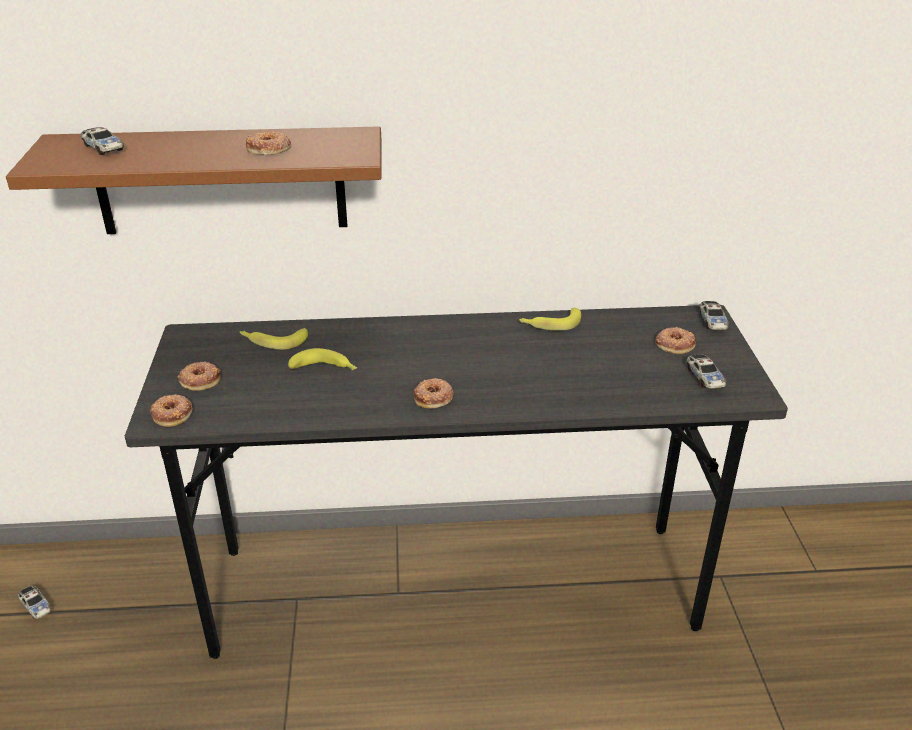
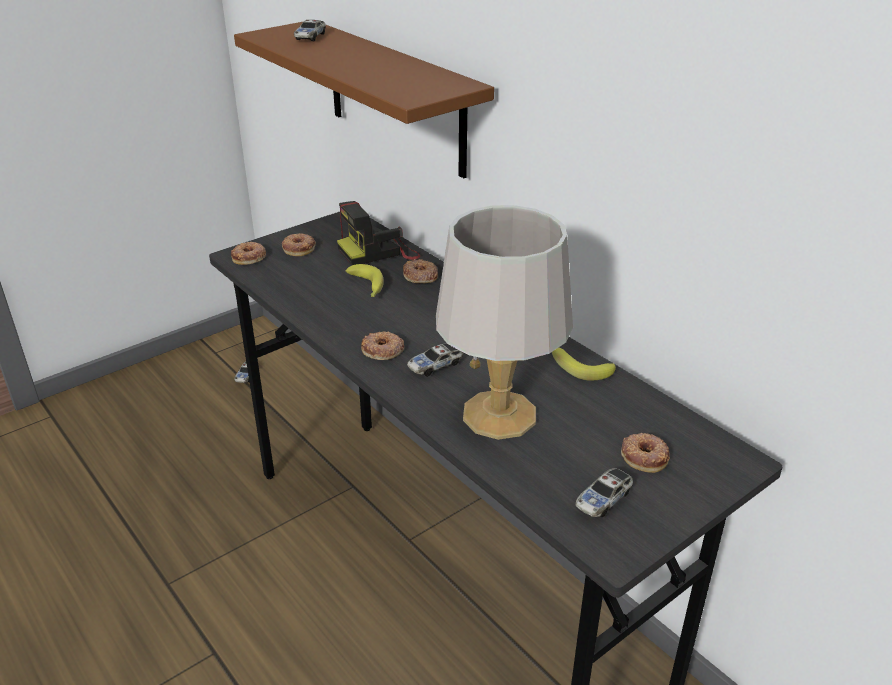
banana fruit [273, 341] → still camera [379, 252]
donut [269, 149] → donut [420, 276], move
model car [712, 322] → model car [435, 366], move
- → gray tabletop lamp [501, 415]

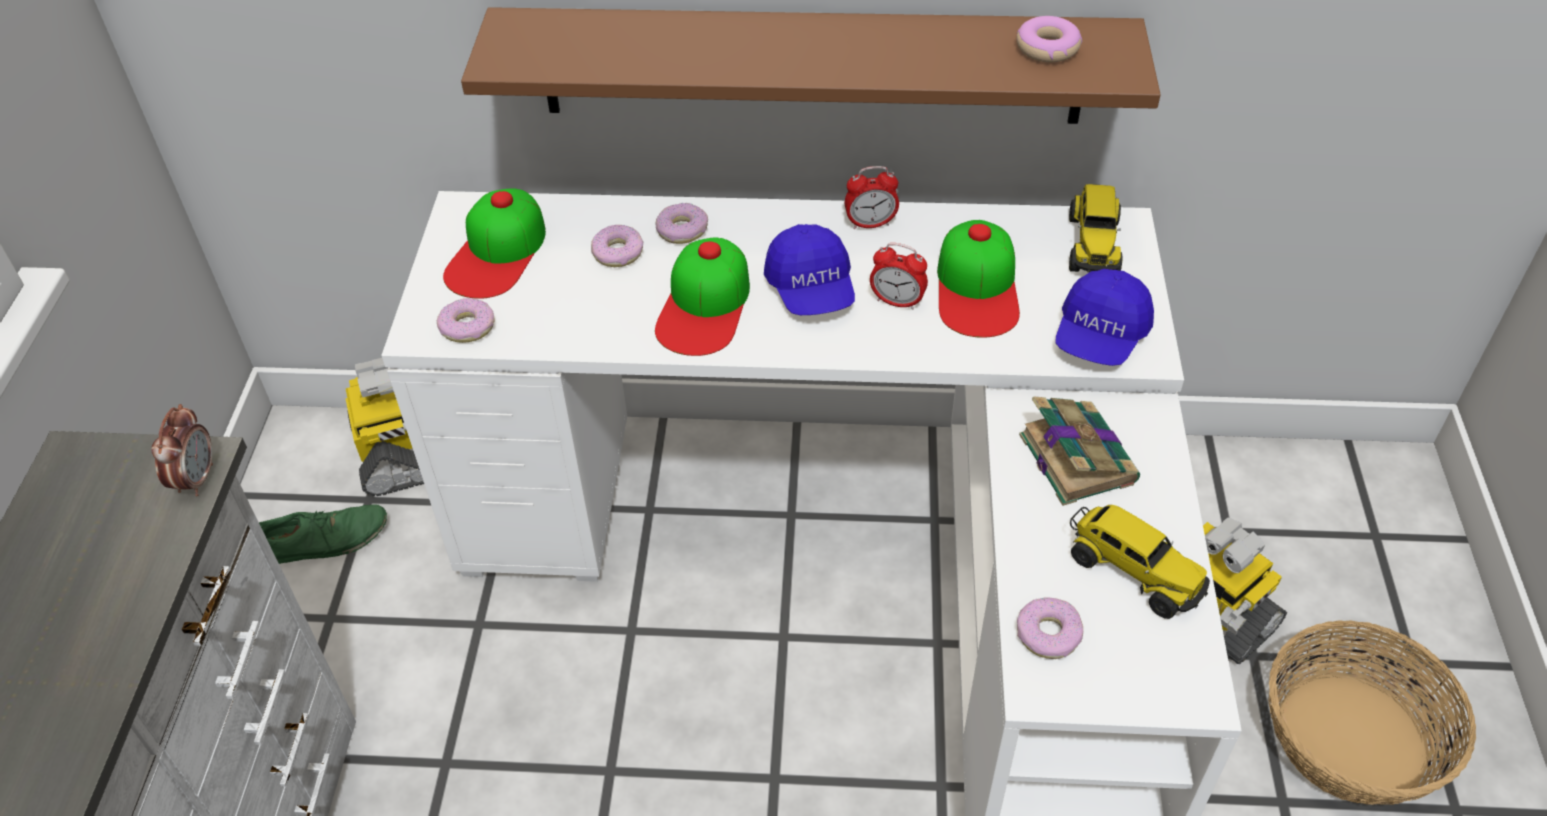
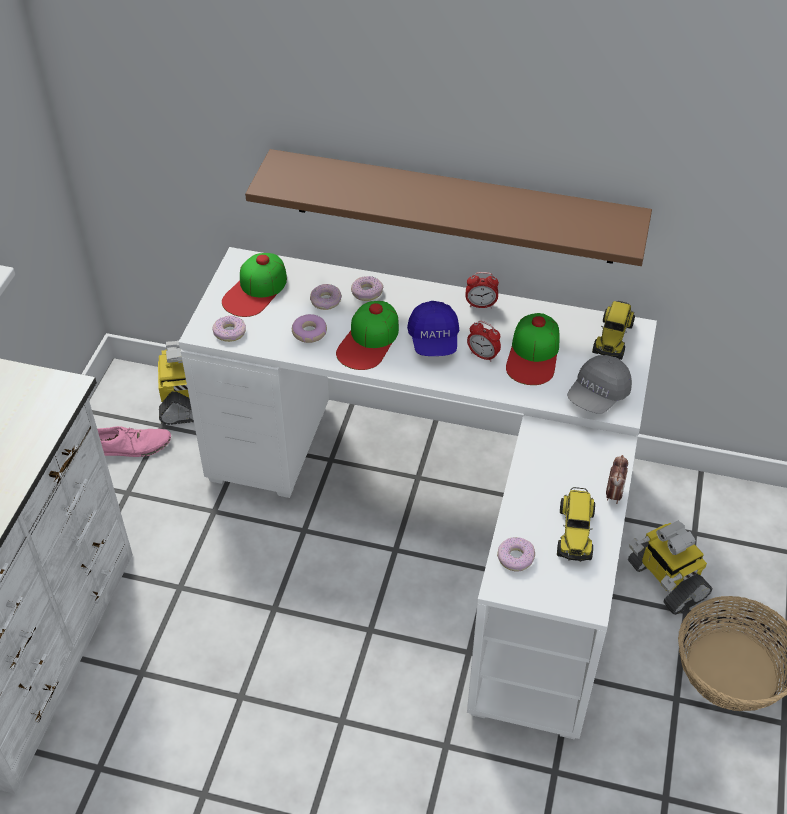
alarm clock [196, 479] → alarm clock [613, 494], move
green item of footwear [324, 540] → pinkish item of footwear [131, 446]
donut [1047, 48] → donut [309, 332], move
book [1075, 456] → -
blue baseball cap [1100, 336] → gray baseball cap [597, 395]
model truck [1132, 571] → model truck [575, 532], 45 degrees clockwise

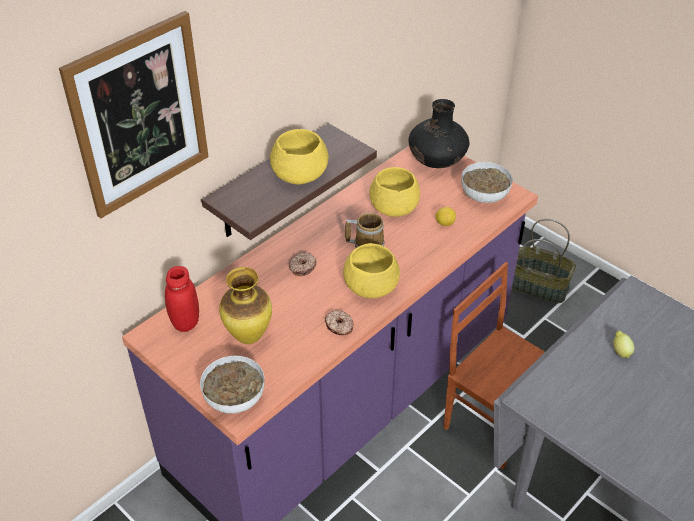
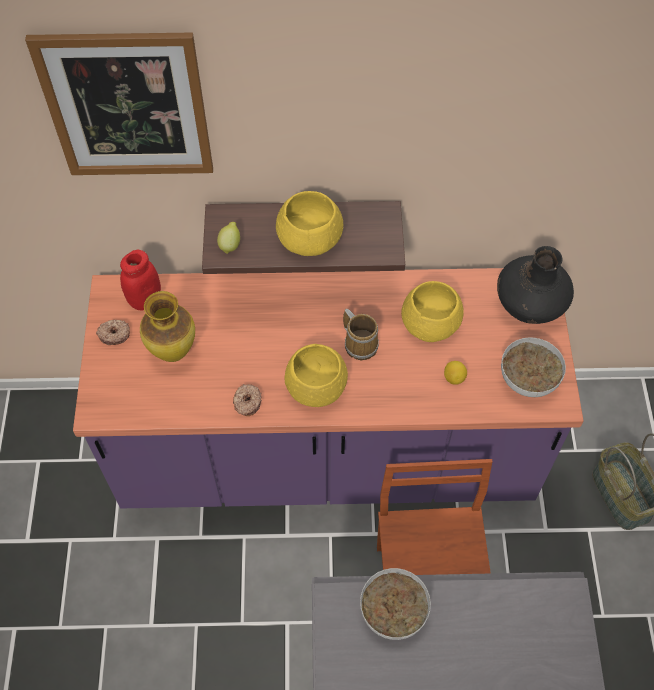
deep dish [235, 399] → deep dish [393, 612], move
donut [302, 267] → donut [114, 334], move
lemon [620, 351] → lemon [230, 245], move

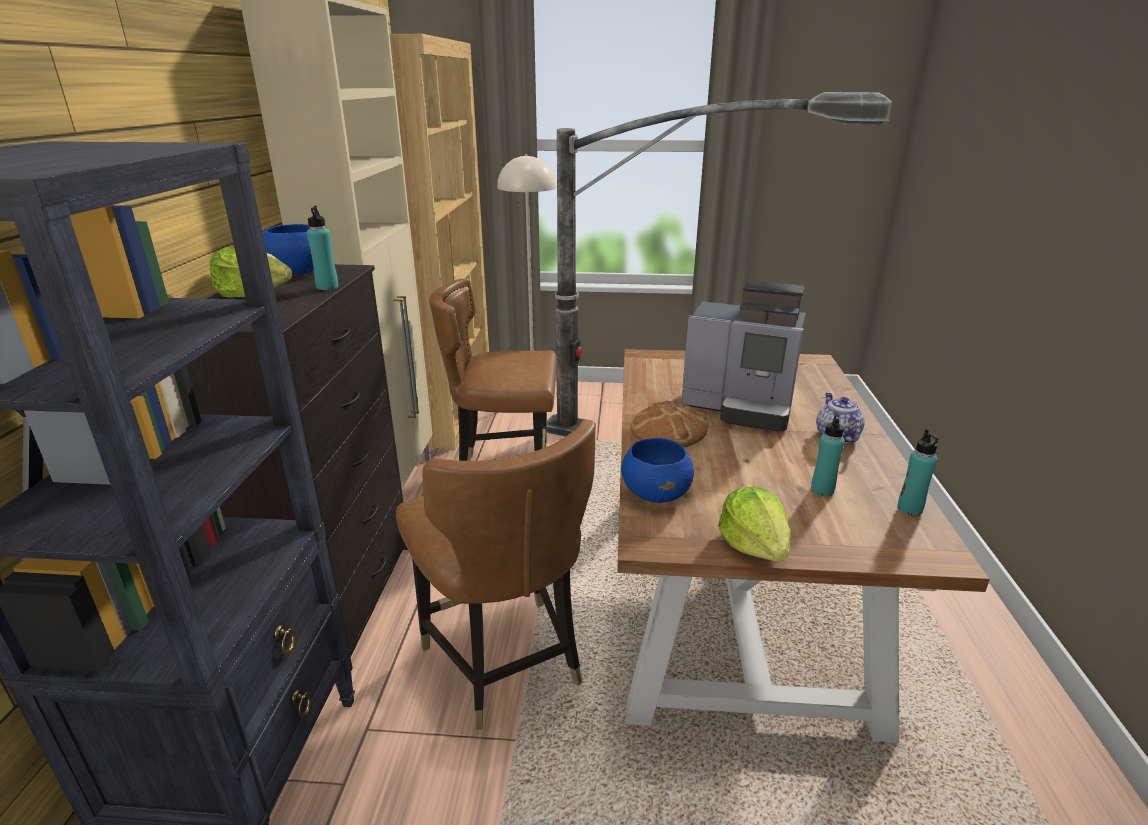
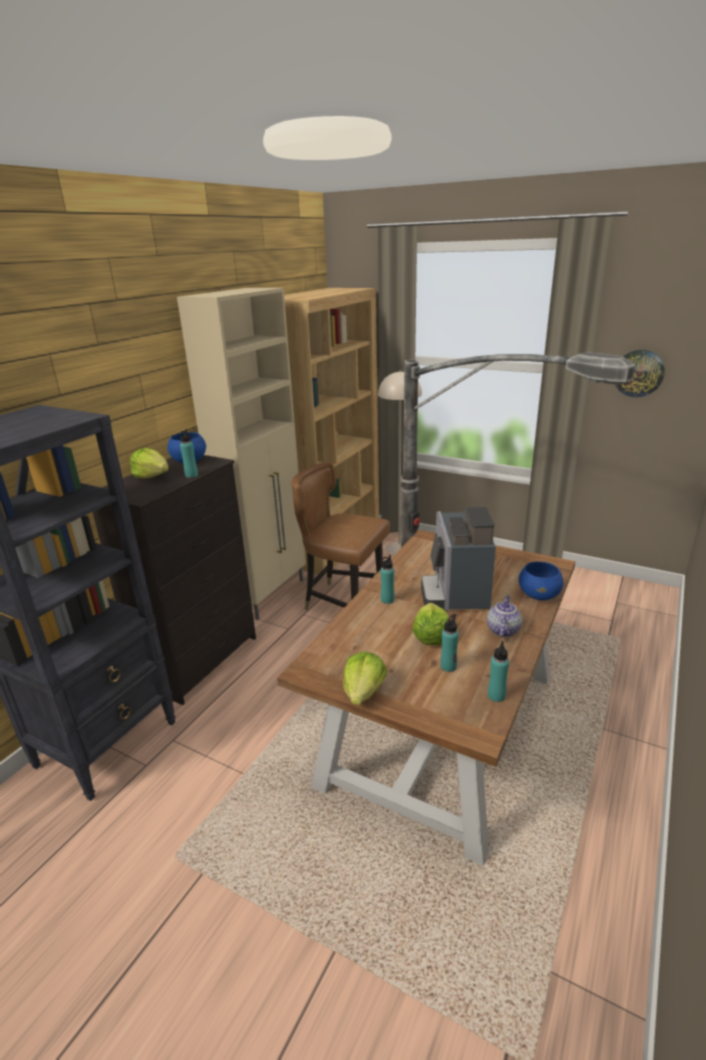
brown-coloured chair [504, 661] → -
blue deep dish [656, 494] → blue deep dish [539, 595], move
bread [668, 431] → turquoise-coloured beverage bottle [387, 600]
coffee machine [741, 407] → coffee machine [455, 592], 45 degrees clockwise
- → lettuce [430, 636]
- → wall clock [638, 373]

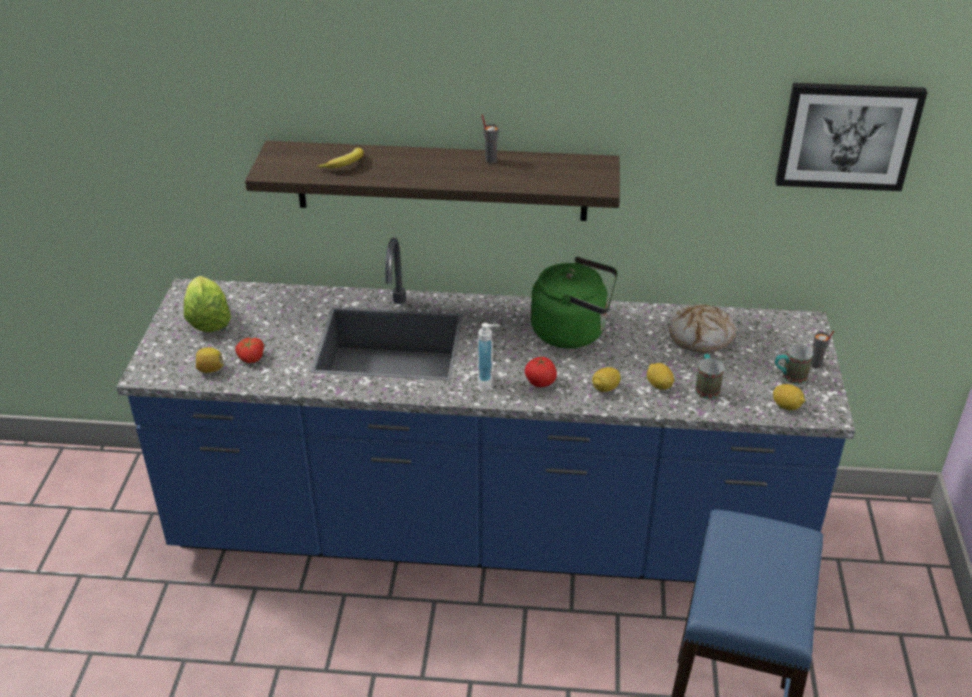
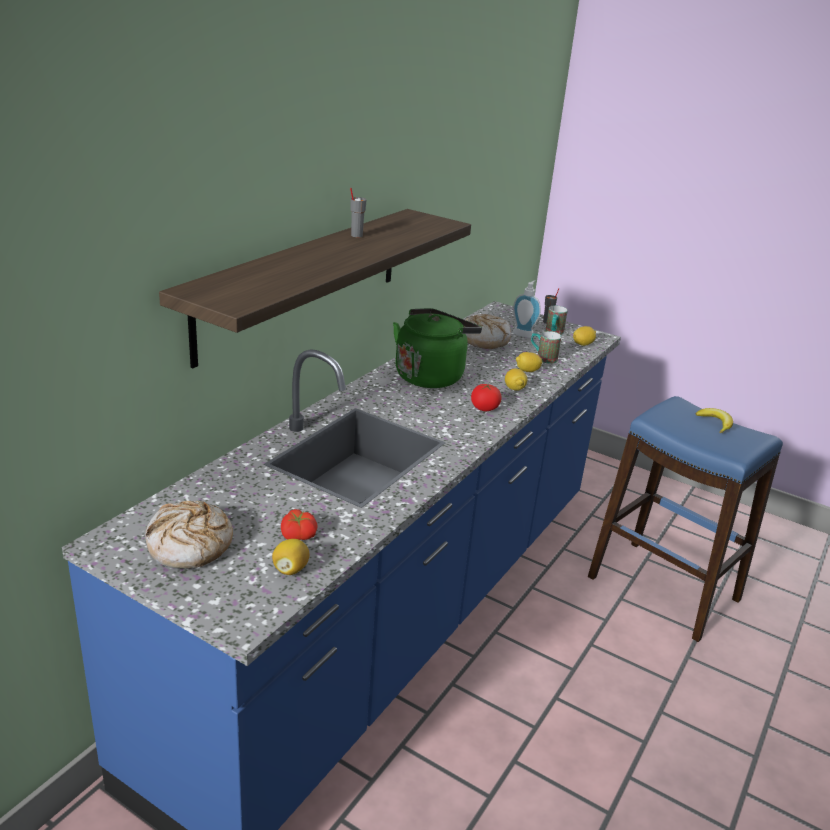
lettuce [208, 320] → bread [189, 545]
banana fruit [345, 164] → banana fruit [715, 423], move
soap dispenser [488, 381] → soap dispenser [524, 334], move
wall picture [847, 135] → -

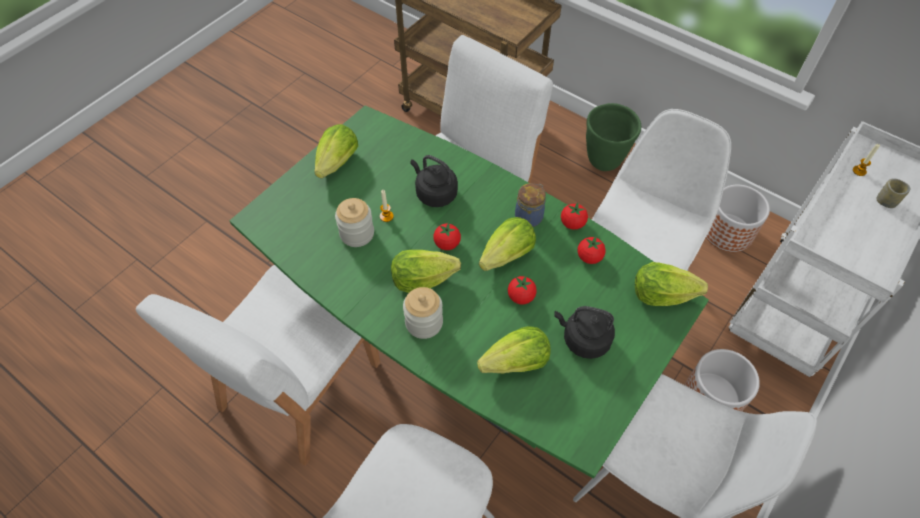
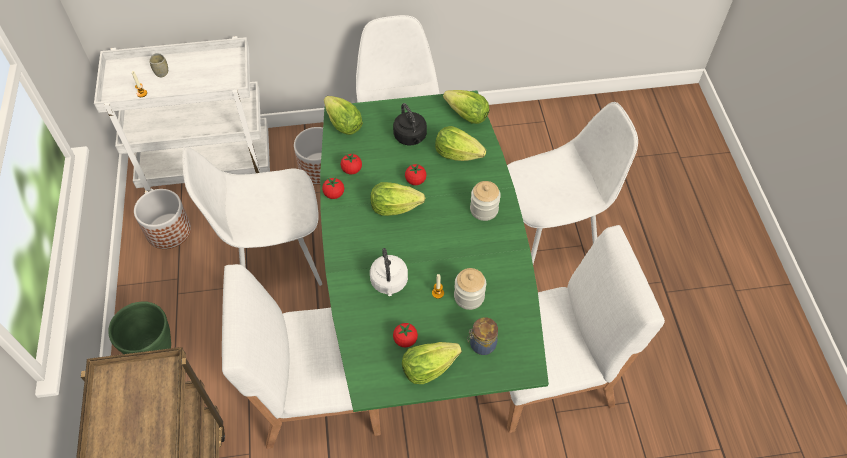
lettuce [422, 279] → lettuce [467, 116], move
black water kettle [434, 193] → white-coloured water kettle [389, 283]
whole tomato [447, 244] → whole tomato [405, 340], move
storage jar [529, 216] → storage jar [481, 344], move

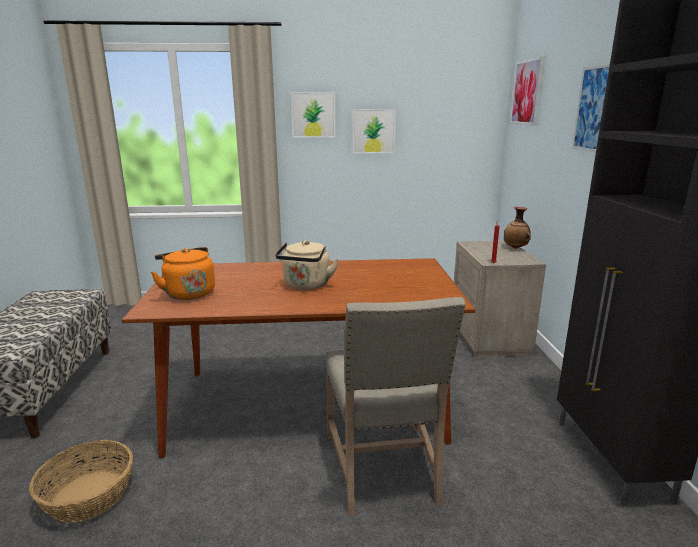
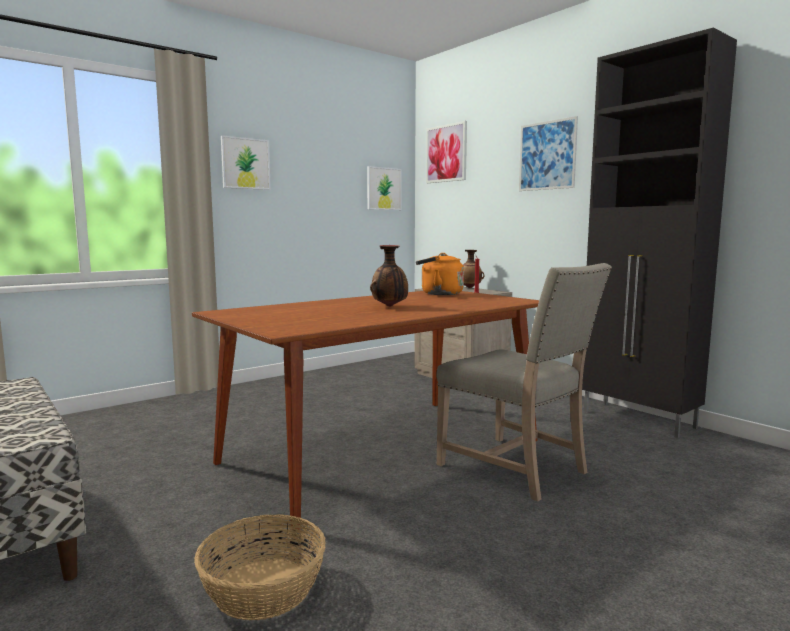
orangey water kettle [188, 293] → orangey water kettle [439, 294], move
sand-coloured water kettle [306, 285] → vase [390, 306]
wall picture [373, 131] → wall picture [383, 188], move

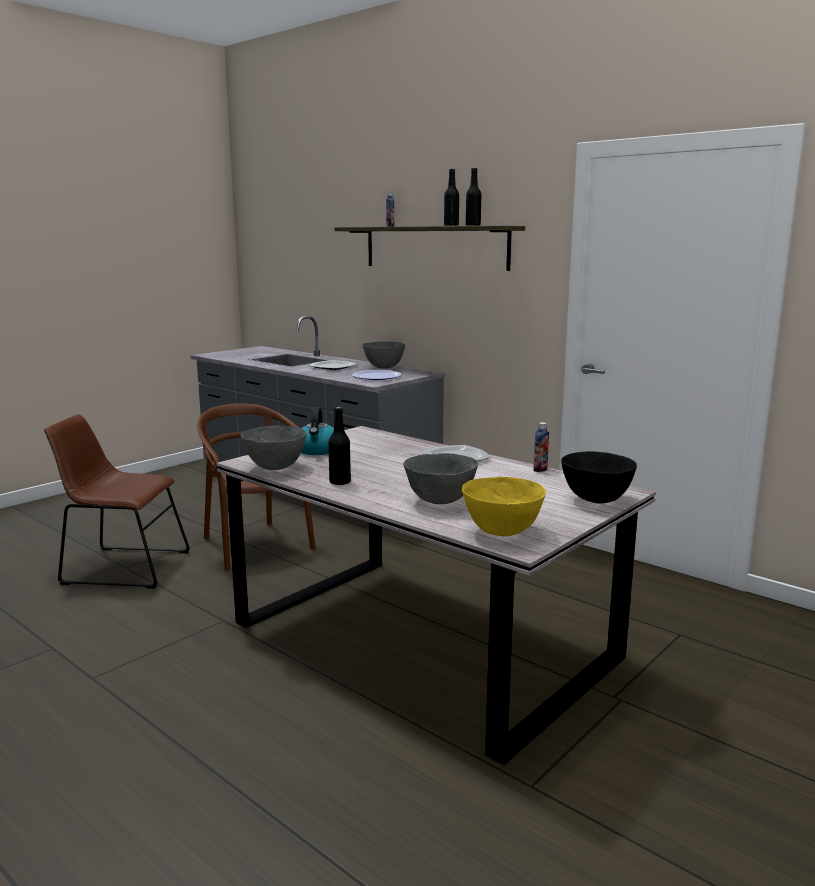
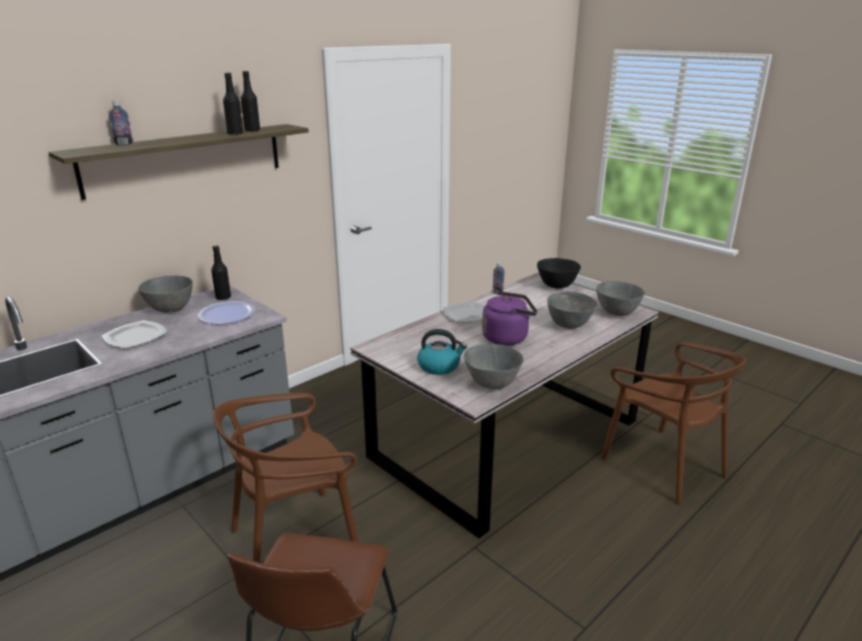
black beverage bottle [340, 482] → black beverage bottle [223, 297], move
yellowish deep dish [502, 532] → gray deep dish [617, 313]
- → purple water kettle [507, 337]
- → brown-coloured chair [663, 465]

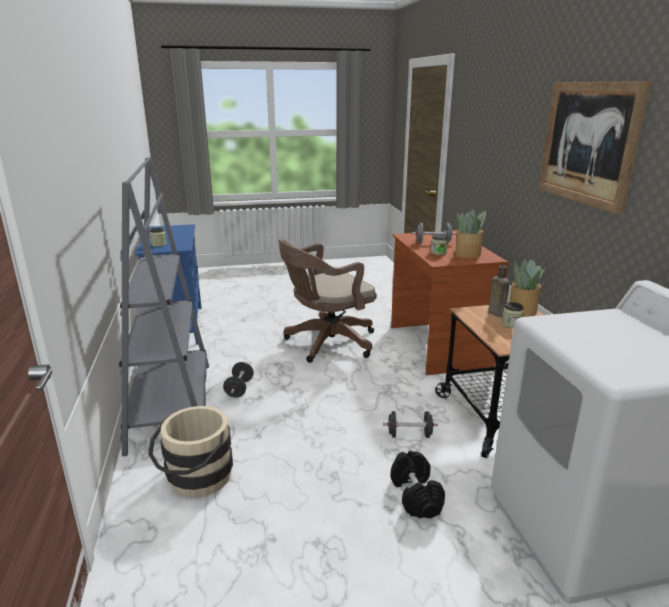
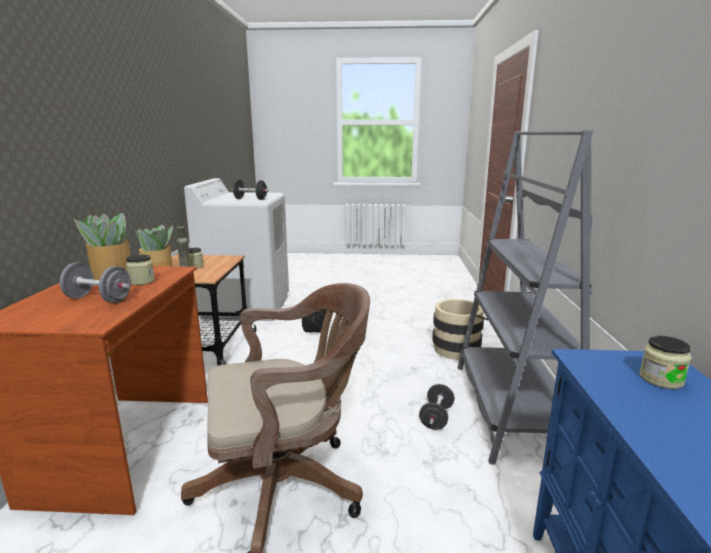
black dumbbell [409, 435] → black dumbbell [250, 199], move
wall picture [588, 143] → -

